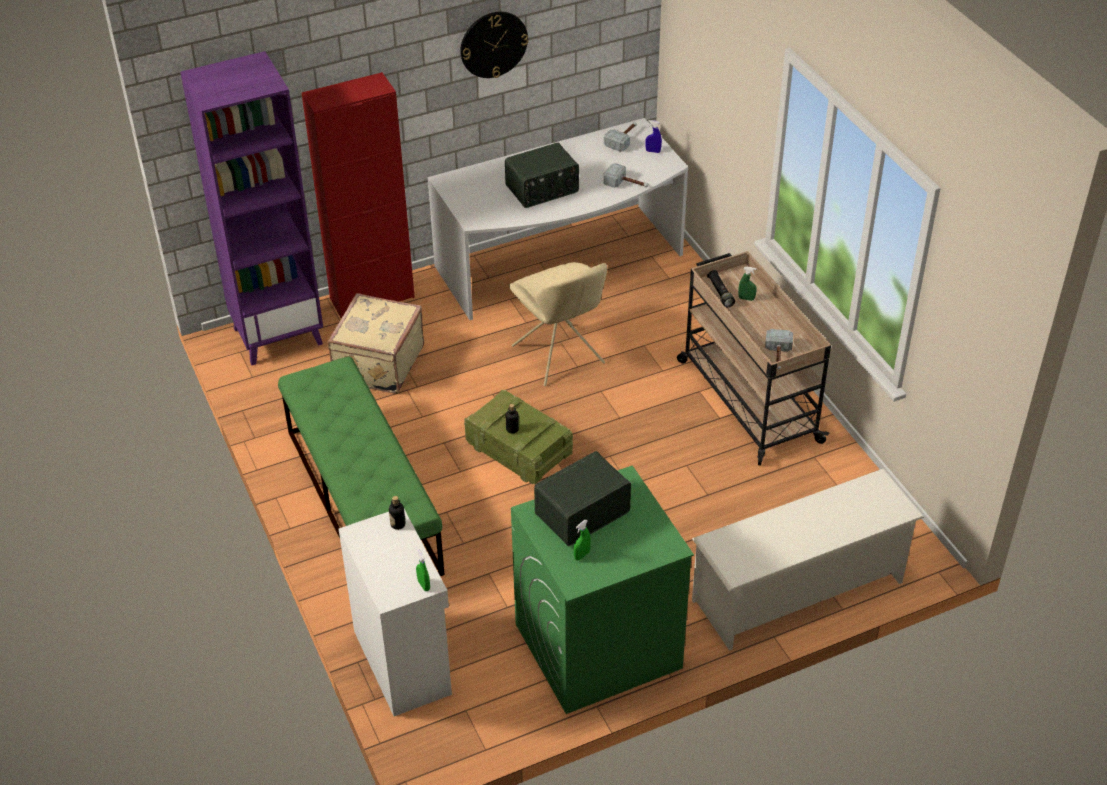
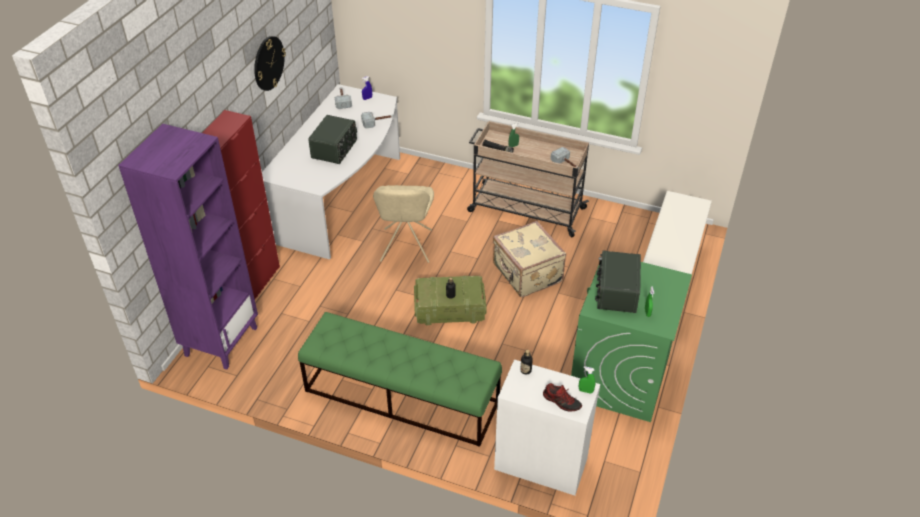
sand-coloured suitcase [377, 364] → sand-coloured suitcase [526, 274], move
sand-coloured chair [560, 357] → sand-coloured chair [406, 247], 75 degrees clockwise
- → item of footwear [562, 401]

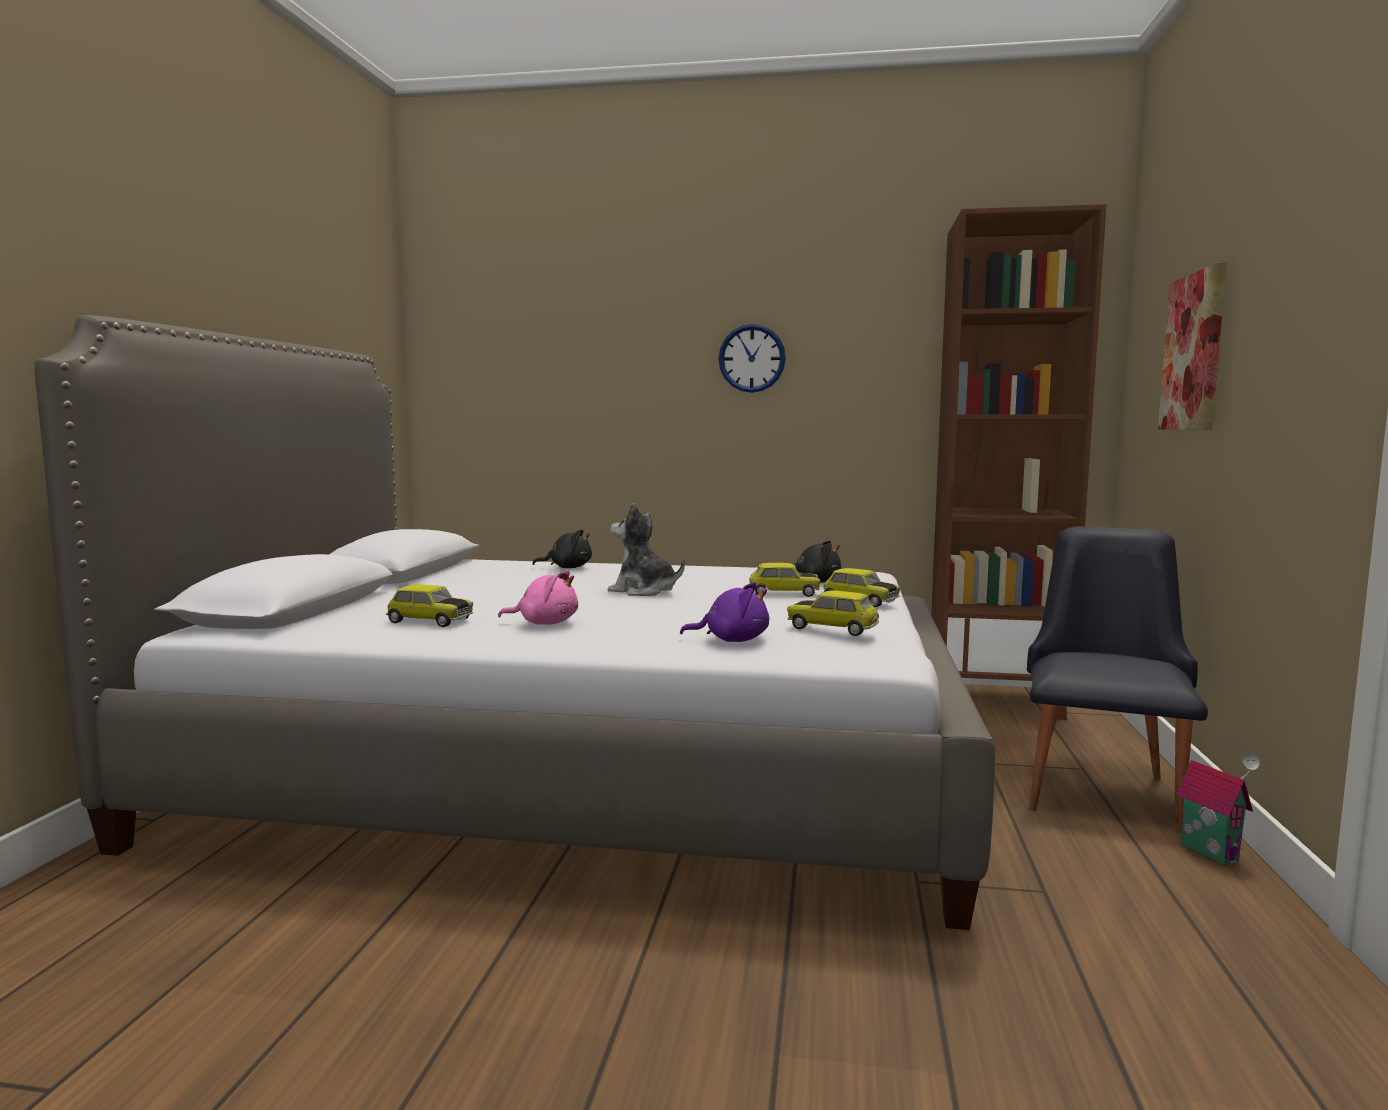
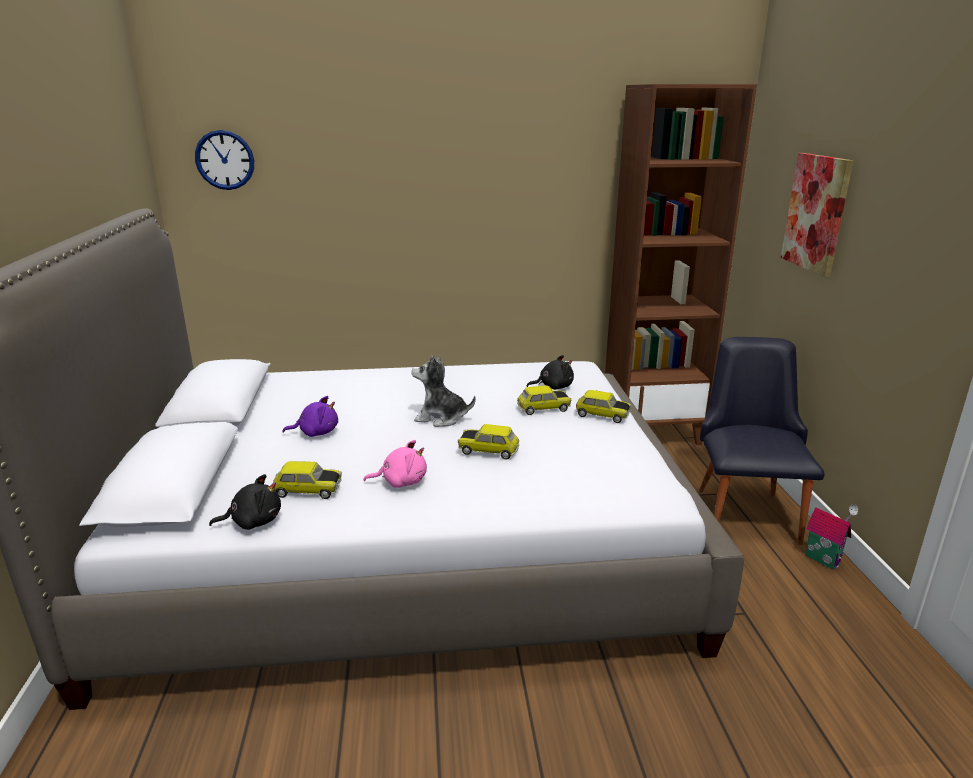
black cuddly toy [567, 568] → black cuddly toy [253, 521], move
purple cuddly toy [732, 640] → purple cuddly toy [316, 432], move
wall clock [752, 358] → wall clock [225, 160], move
model car [833, 628] → model car [489, 450], move

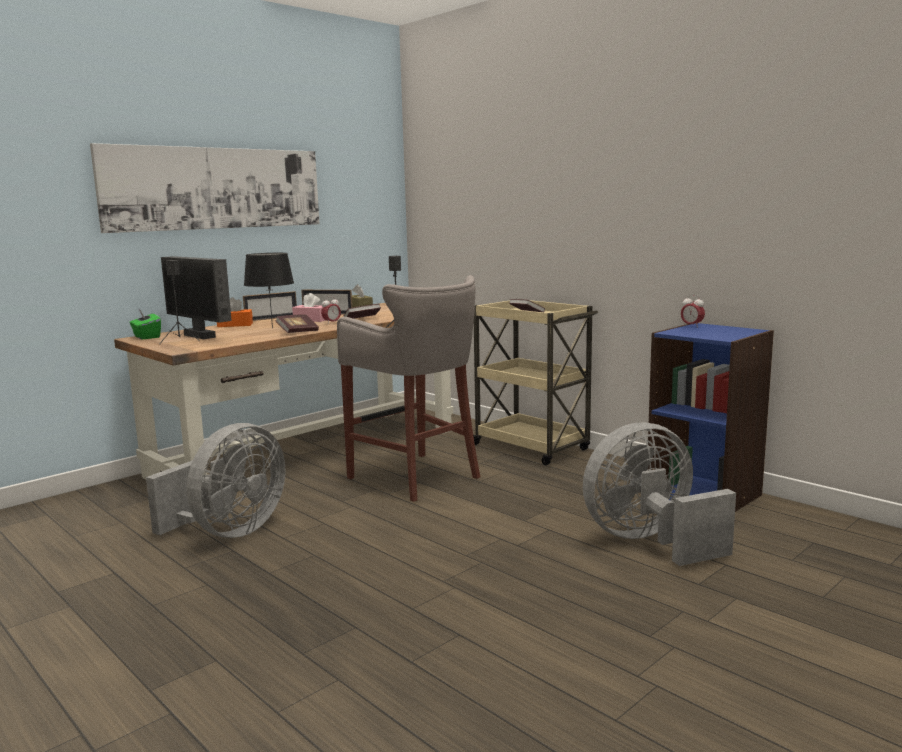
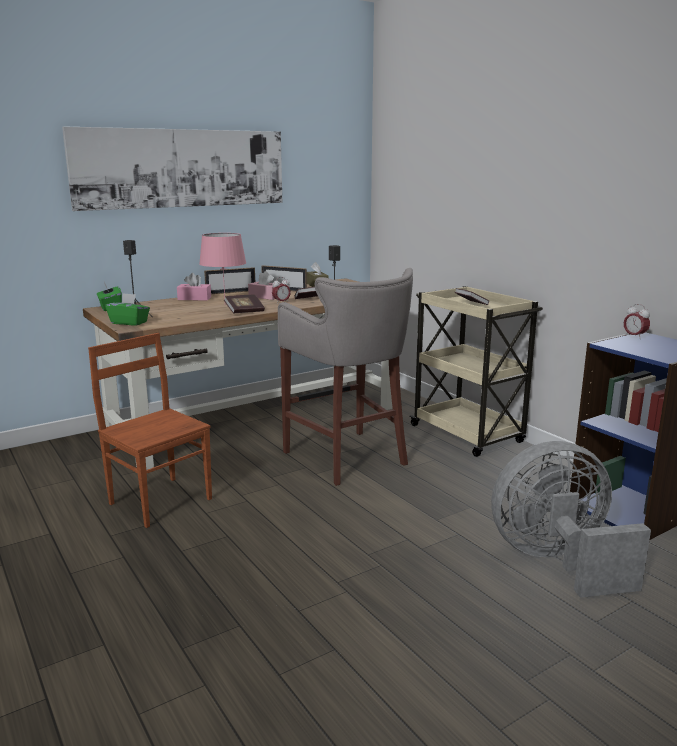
gray fan [229, 532] → brown-coloured chair [161, 500]
computer screen [201, 336] → -
orangey tissue box [235, 325] → pinkish tissue box [194, 298]
black tabletop lamp [272, 328] → pinkish tabletop lamp [224, 304]
- → green tissue box [129, 322]

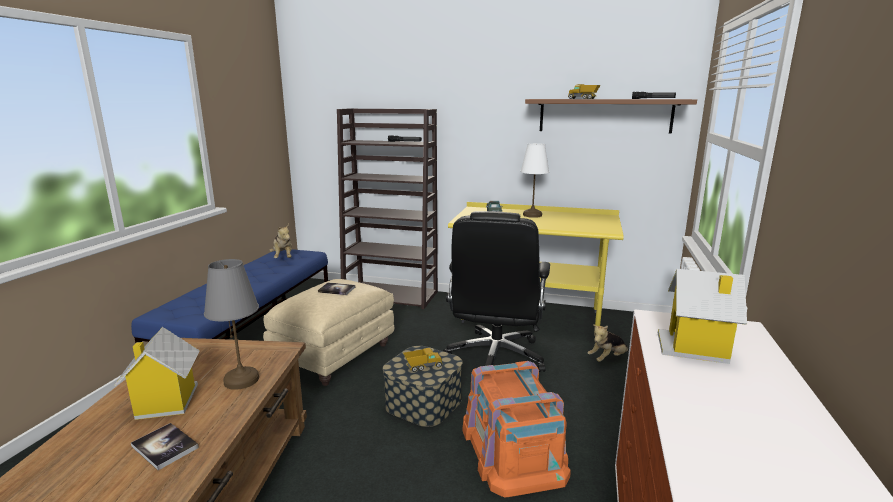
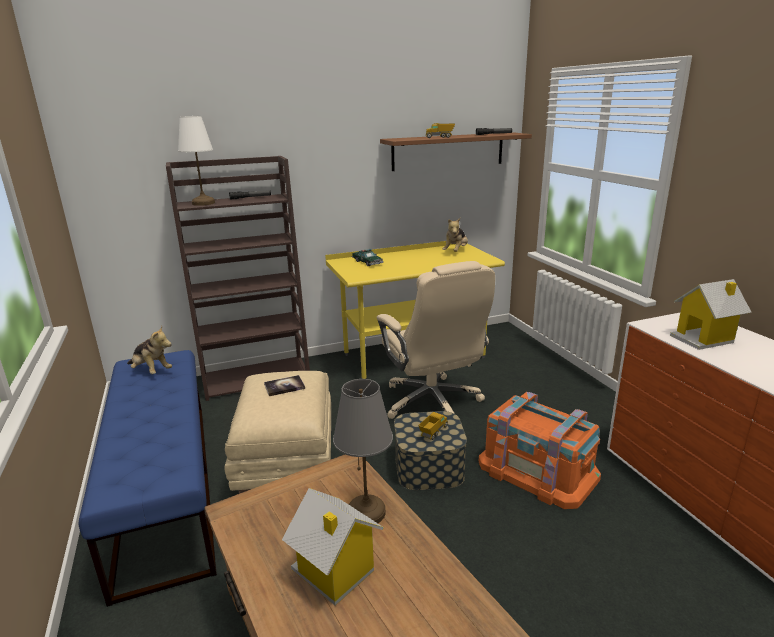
book [165, 447] → -
black office chair [495, 357] → sand-coloured office chair [432, 403]
white-coloured tabletop lamp [532, 215] → white-coloured tabletop lamp [204, 203], move
cuddly toy [607, 359] → cuddly toy [456, 252], move

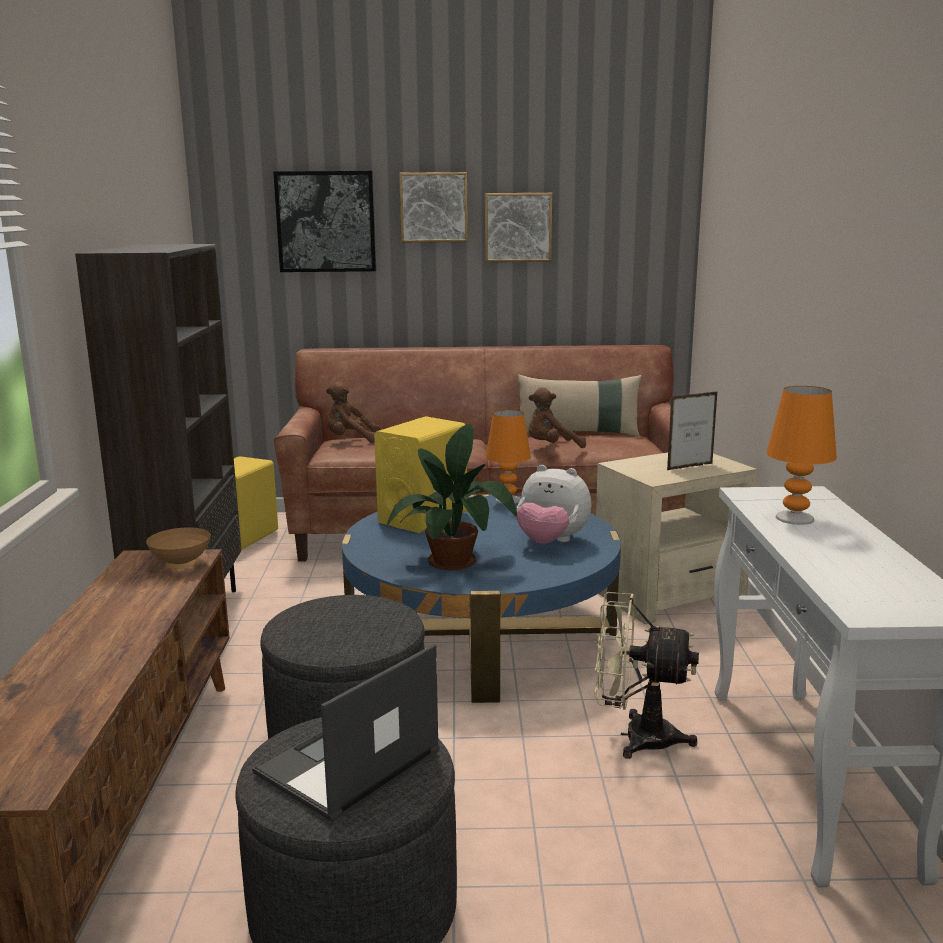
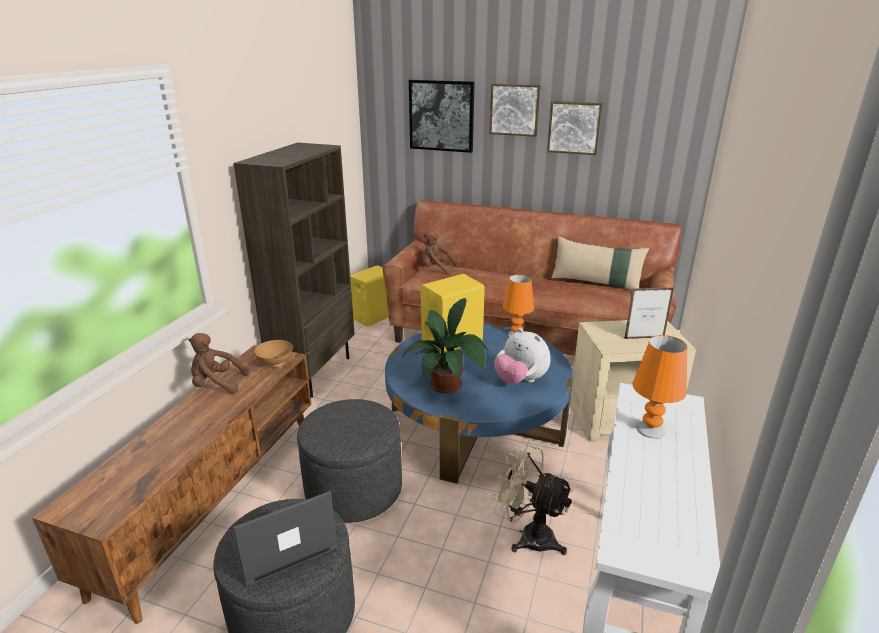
brown-coloured cuddly toy [552, 447] → brown-coloured cuddly toy [217, 384], move

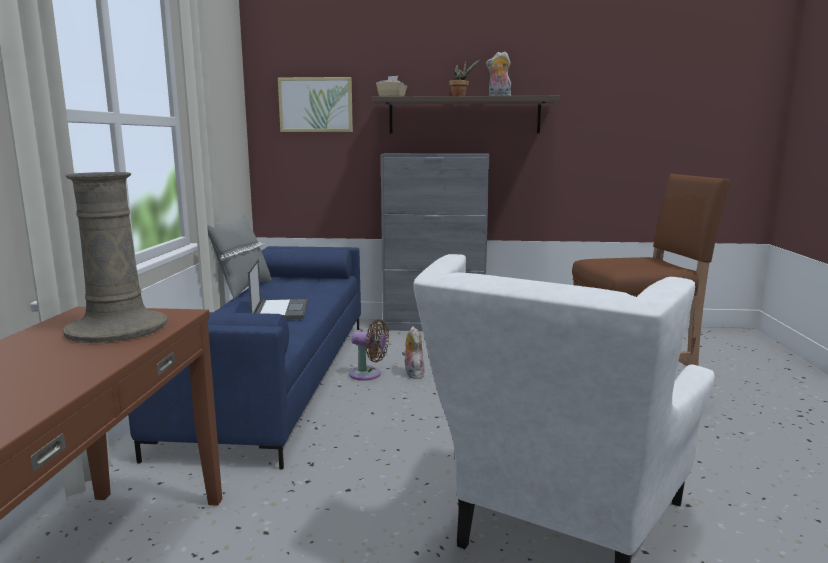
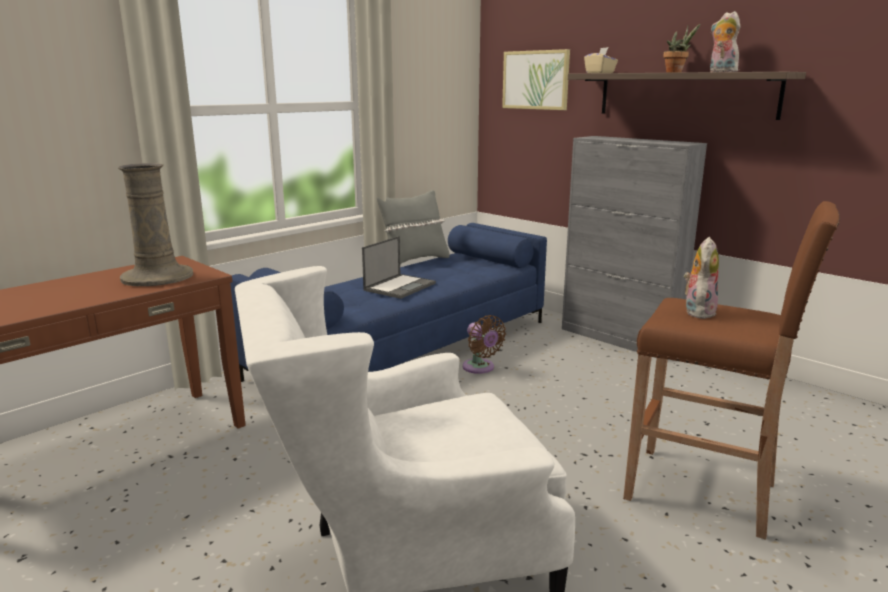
cuddly toy [412, 374] → cuddly toy [697, 311], move

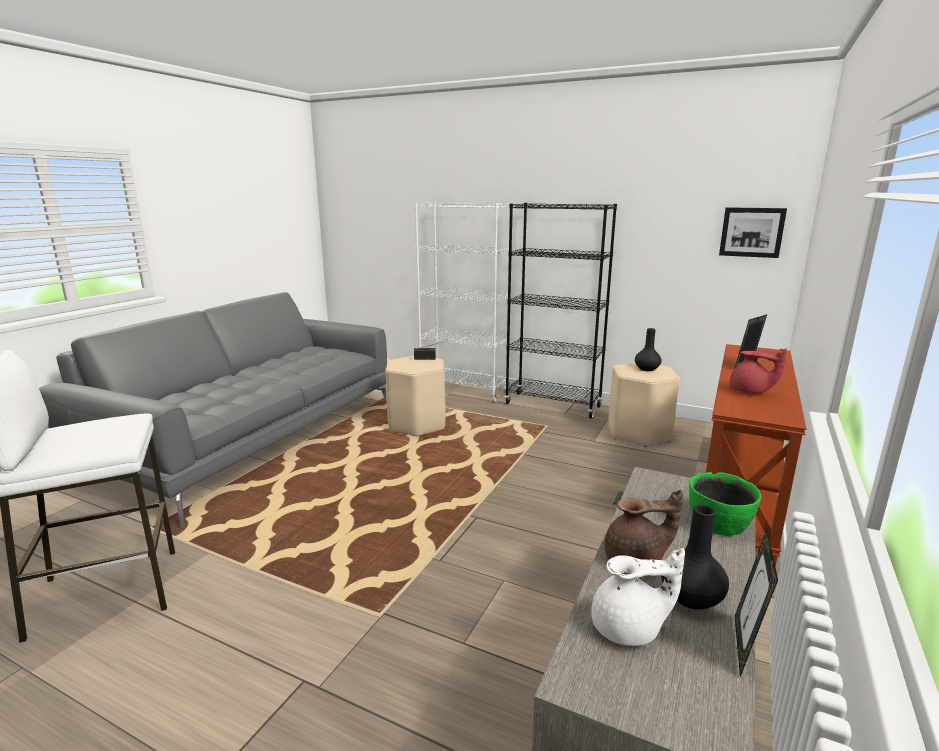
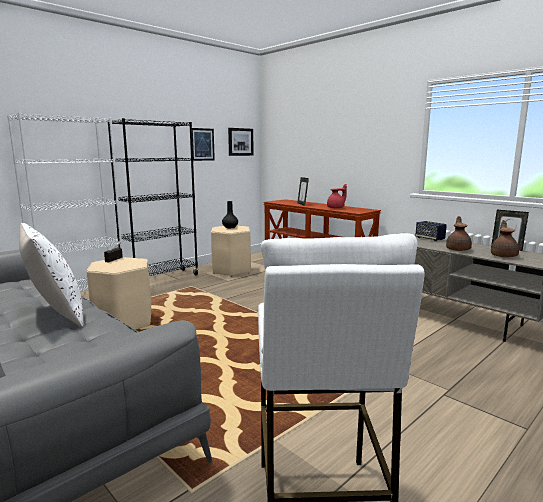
white-coloured tea pot [629, 629] → brown-coloured tea pot [503, 256]
black vase [690, 597] → -
green deep dish [719, 523] → loudspeaker [429, 239]
- → white-coloured pillow [56, 314]
- → wall picture [202, 144]

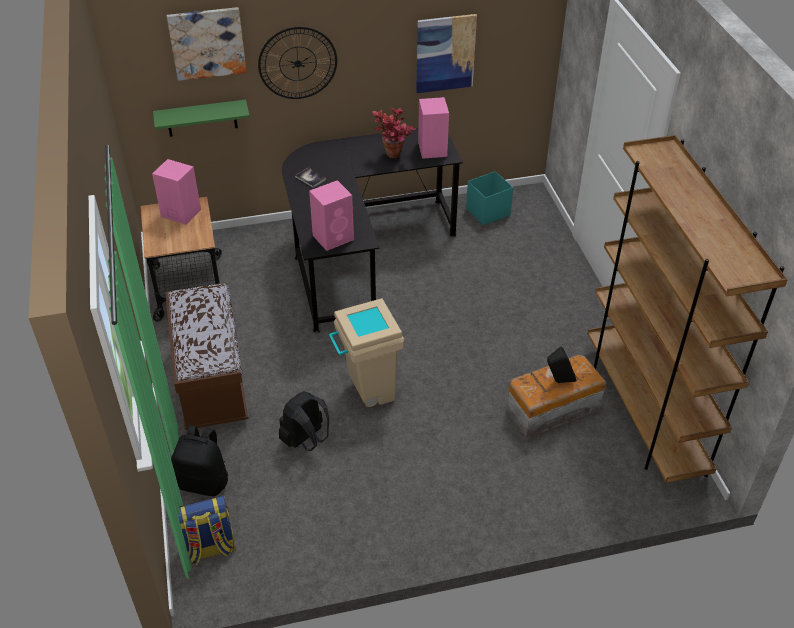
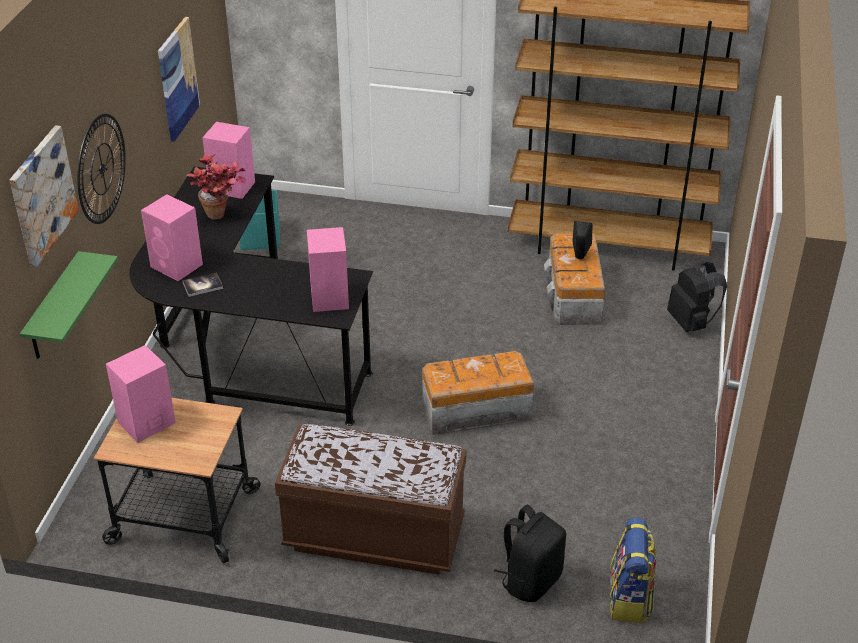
black rucksack [306, 440] → black rucksack [691, 323], move
sand-coloured trash can [368, 392] → storage bin [474, 411]
- → pinkish loudspeaker [177, 266]

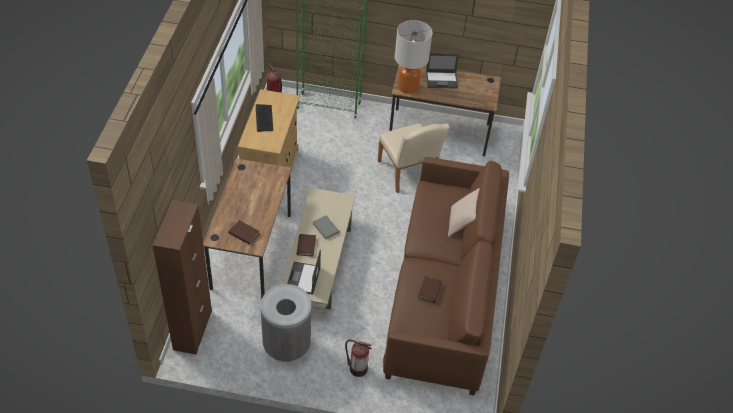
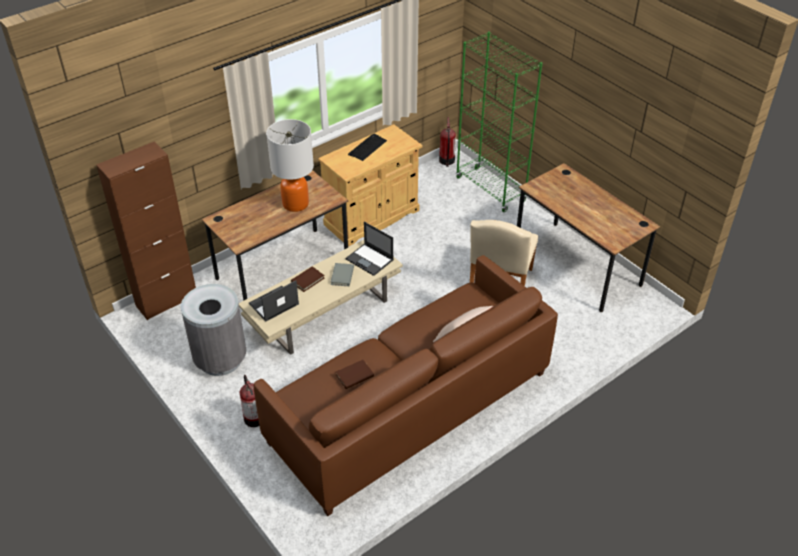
brown-coloured book [244, 233] → -
tabletop lamp [408, 87] → tabletop lamp [295, 204], move
laptop [442, 80] → laptop [370, 260], move

